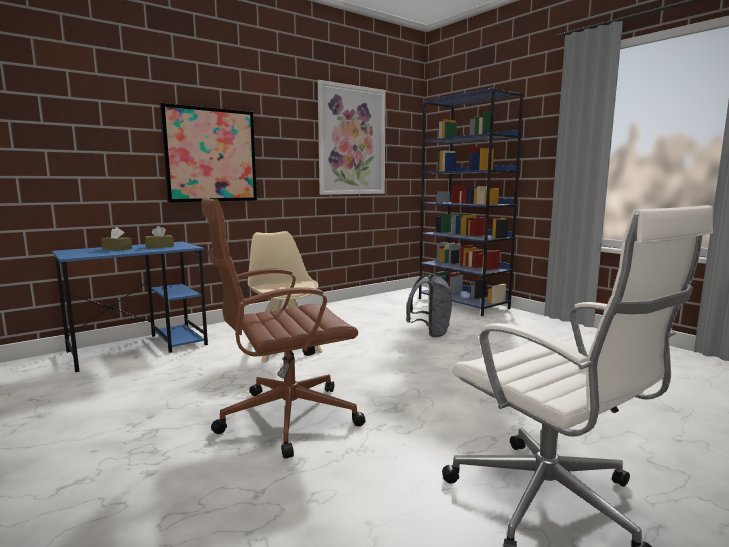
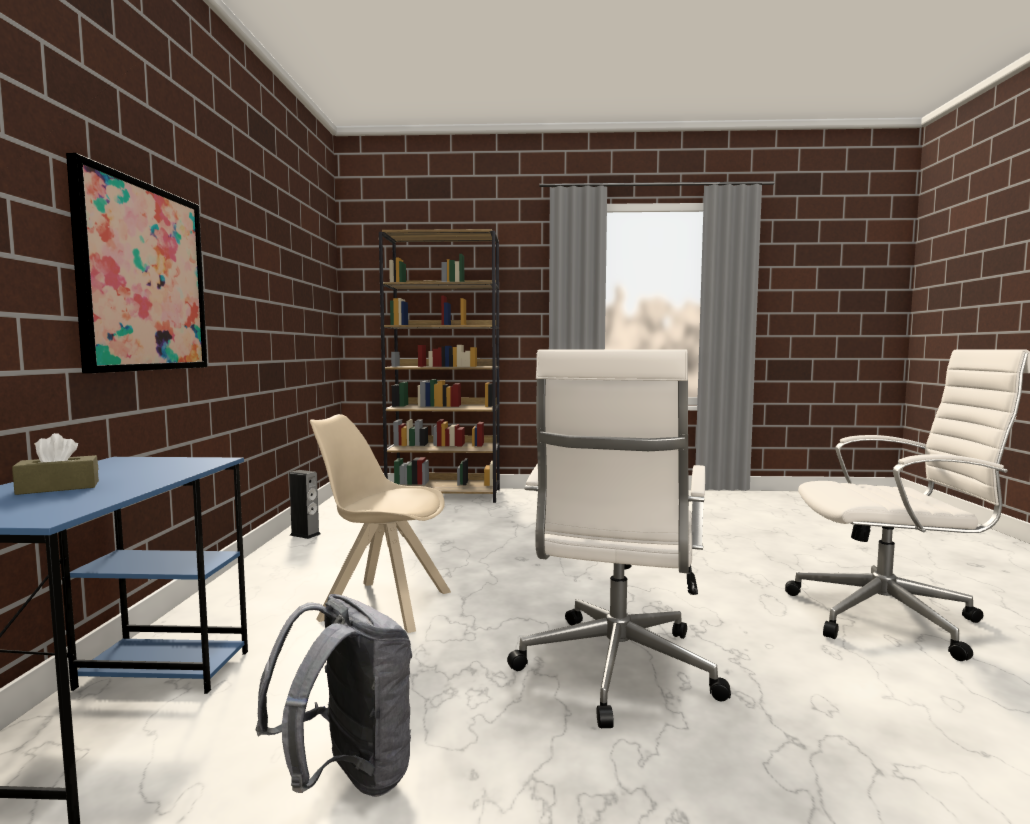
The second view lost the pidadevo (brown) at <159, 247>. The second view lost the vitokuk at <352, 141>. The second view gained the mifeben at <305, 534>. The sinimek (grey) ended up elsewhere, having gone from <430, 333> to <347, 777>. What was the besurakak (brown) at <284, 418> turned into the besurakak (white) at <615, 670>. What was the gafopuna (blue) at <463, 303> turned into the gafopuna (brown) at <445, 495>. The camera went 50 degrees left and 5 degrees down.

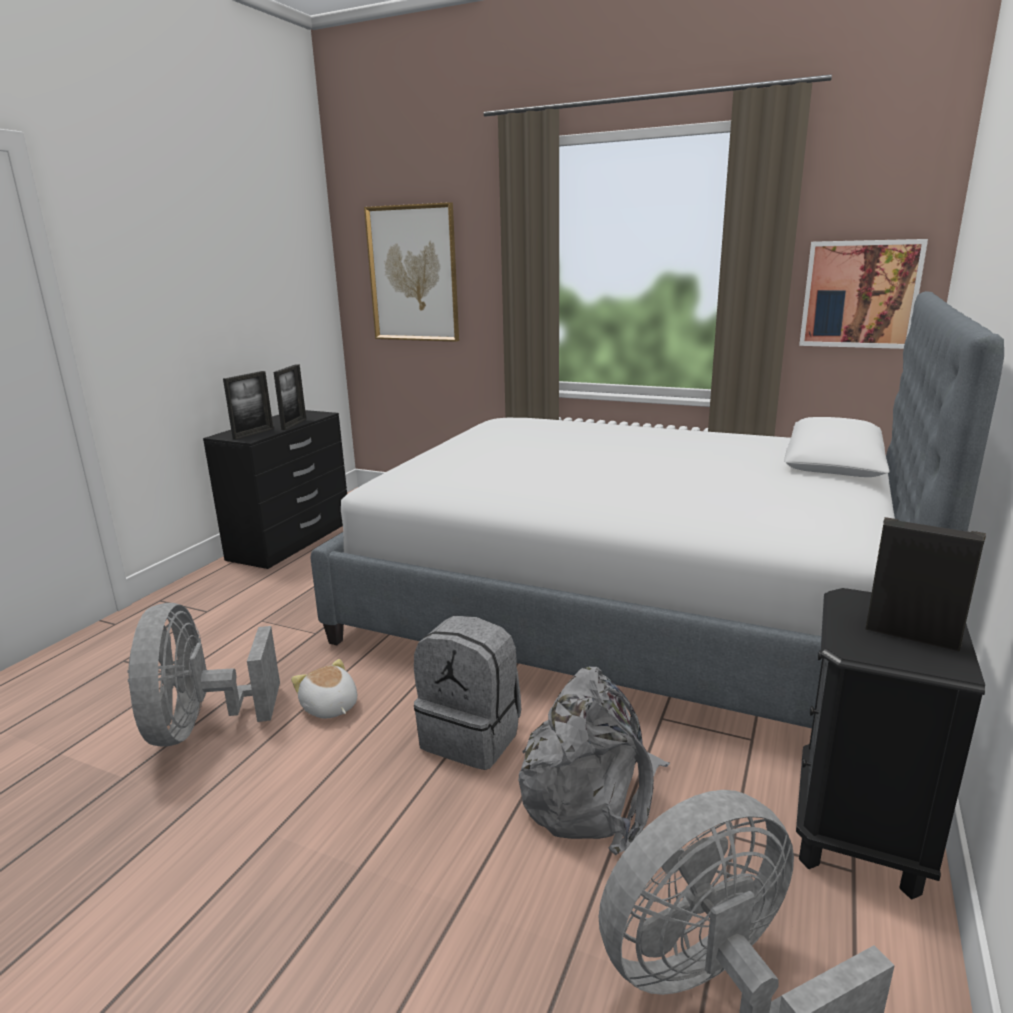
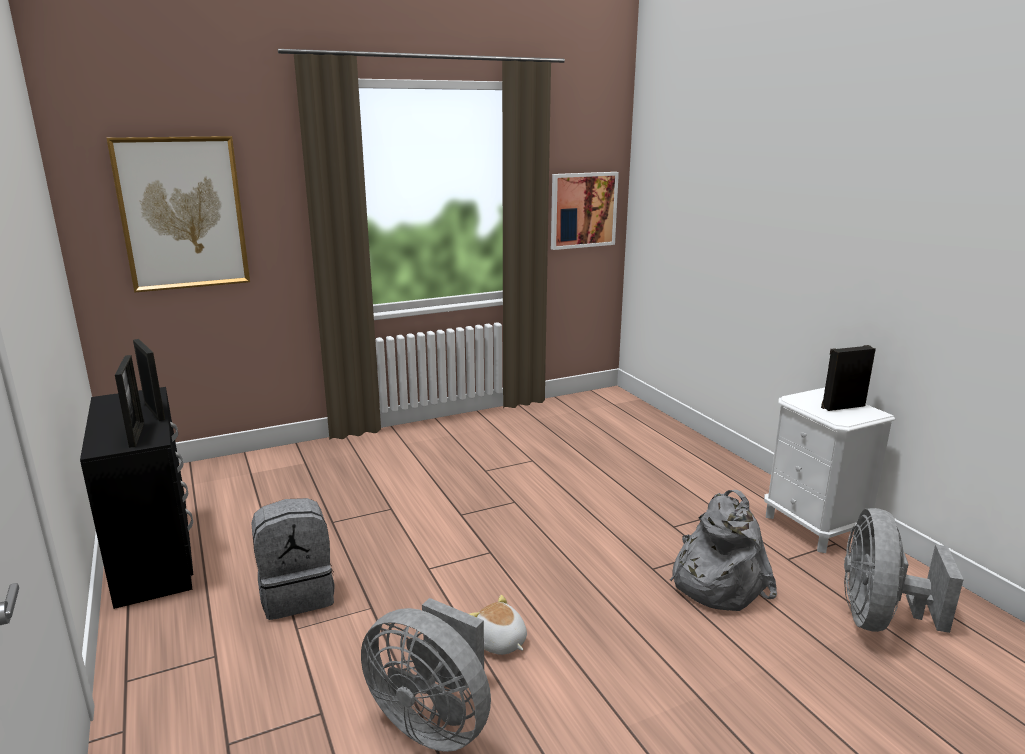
The second view lost the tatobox at <626, 607>. The sinimek (grey) ended up elsewhere, having gone from <472, 736> to <297, 594>. What was the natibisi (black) at <860, 832> turned into the natibisi (white) at <813, 527>. The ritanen at <329, 707> ended up facing another way, 45 degrees clockwise from before. The camera went 50 degrees left and 0 degrees up.

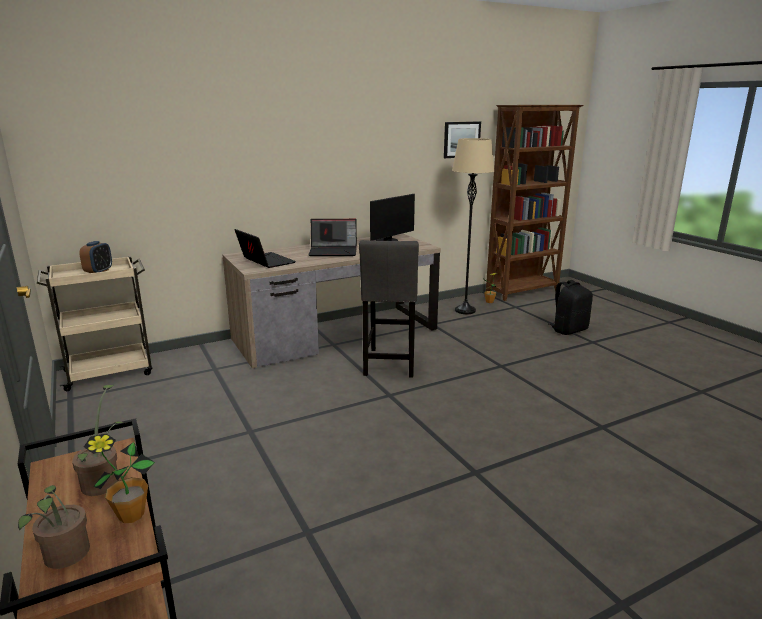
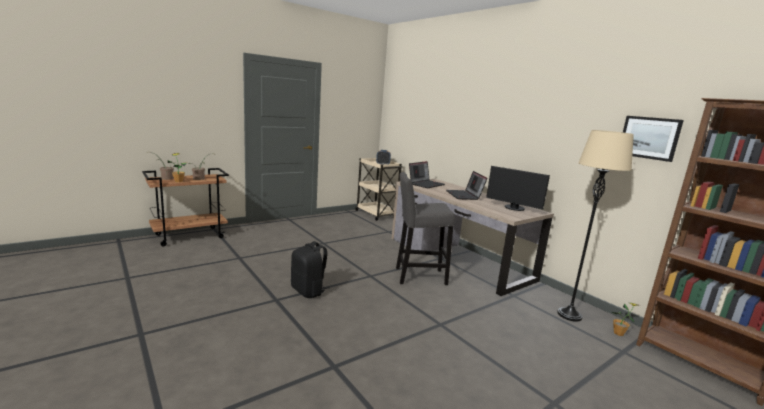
The sinimek (black) ended up elsewhere, having gone from <568, 330> to <308, 291>. The camera went 80 degrees right and 5 degrees down.

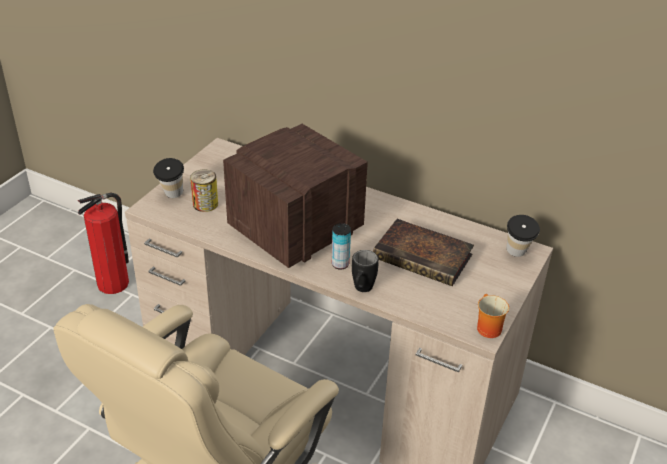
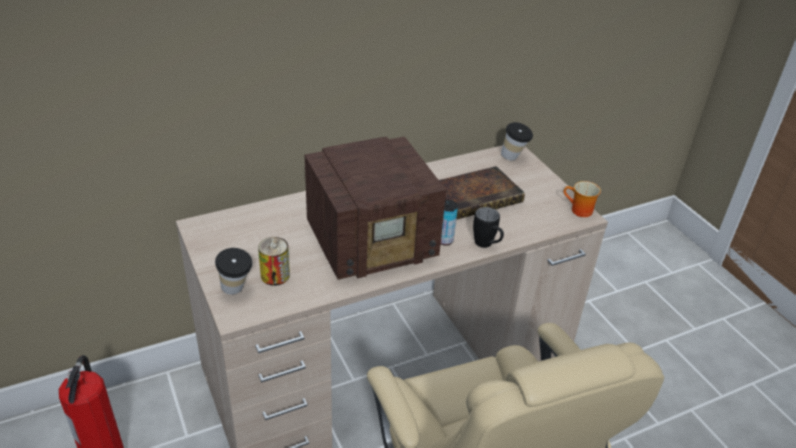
The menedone at <293, 230> ended up facing another way, 105 degrees counterclockwise from before. The camera went 55 degrees left and 0 degrees up.

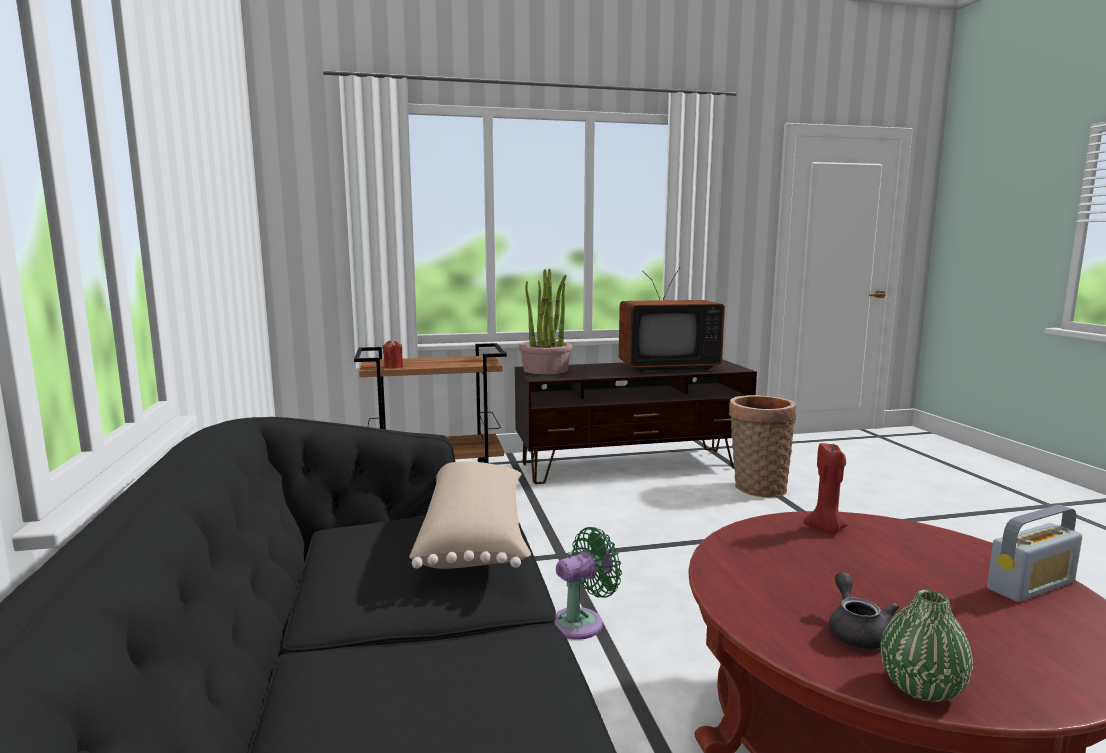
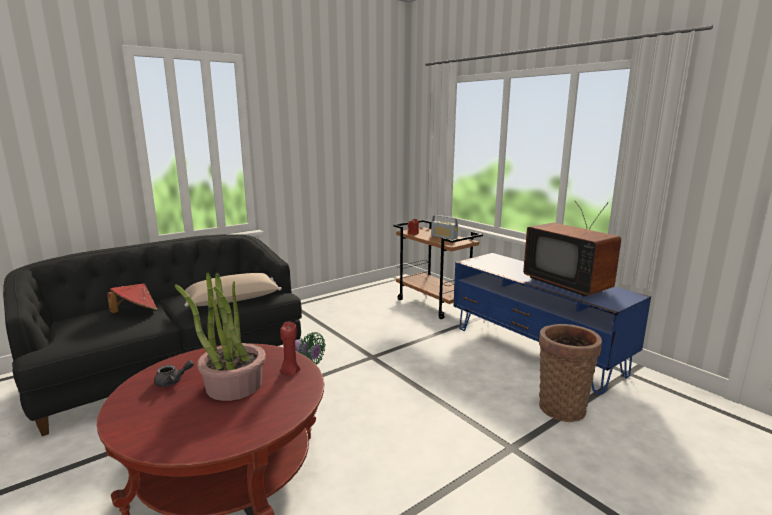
The second view lost the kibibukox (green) at <921, 688>. The second view gained the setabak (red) at <136, 313>. The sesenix ended up elsewhere, having gone from <545, 370> to <233, 385>. The menedone ended up elsewhere, having gone from <1031, 585> to <444, 237>. What was the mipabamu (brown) at <632, 465> turned into the mipabamu (blue) at <535, 350>. The camera went 65 degrees right and 5 degrees up.

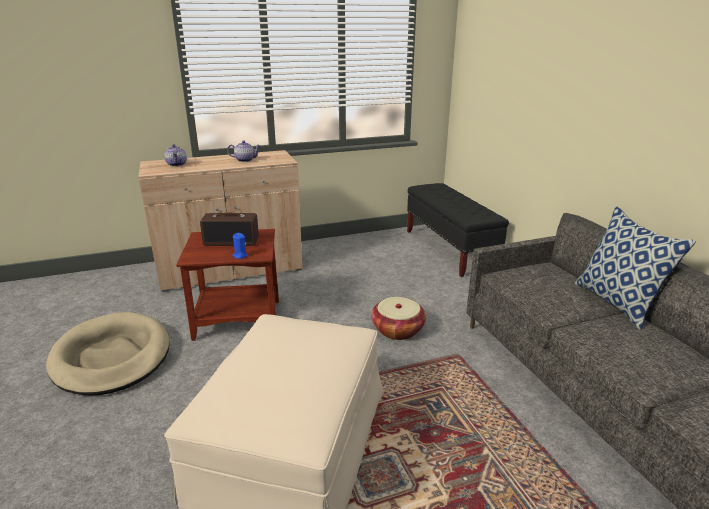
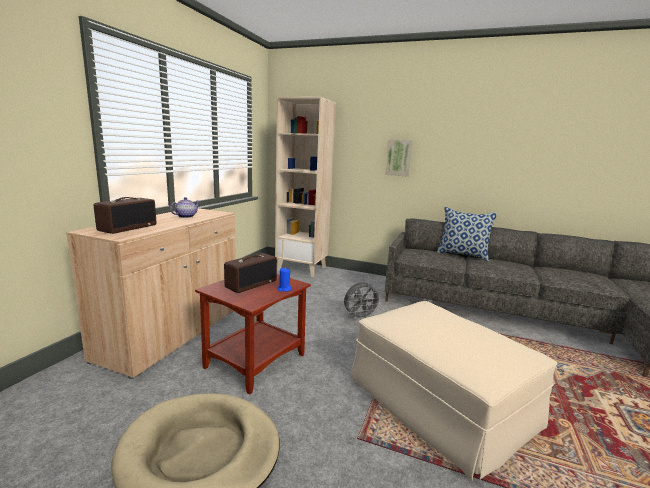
The second view gained the vitokuk at <398, 157>. Where the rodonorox stood at <177, 164>, the menedone came to stand at <128, 227>. Where the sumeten stood at <397, 330>, the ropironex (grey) came to stand at <360, 317>. Where the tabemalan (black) stood at <449, 250>, the gafopuna (beige) came to stand at <302, 269>. The camera went 50 degrees left and 10 degrees down.

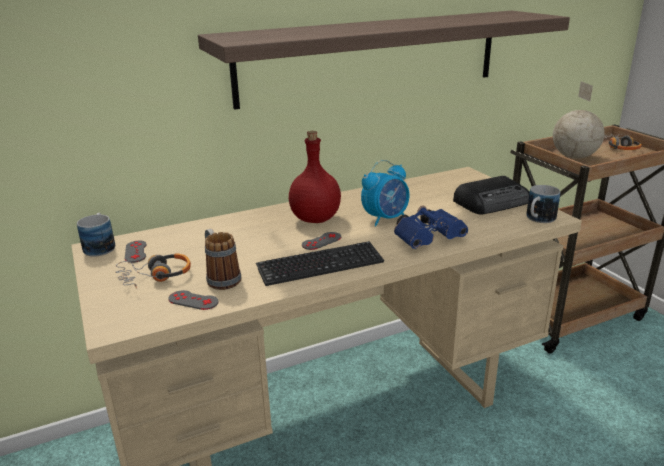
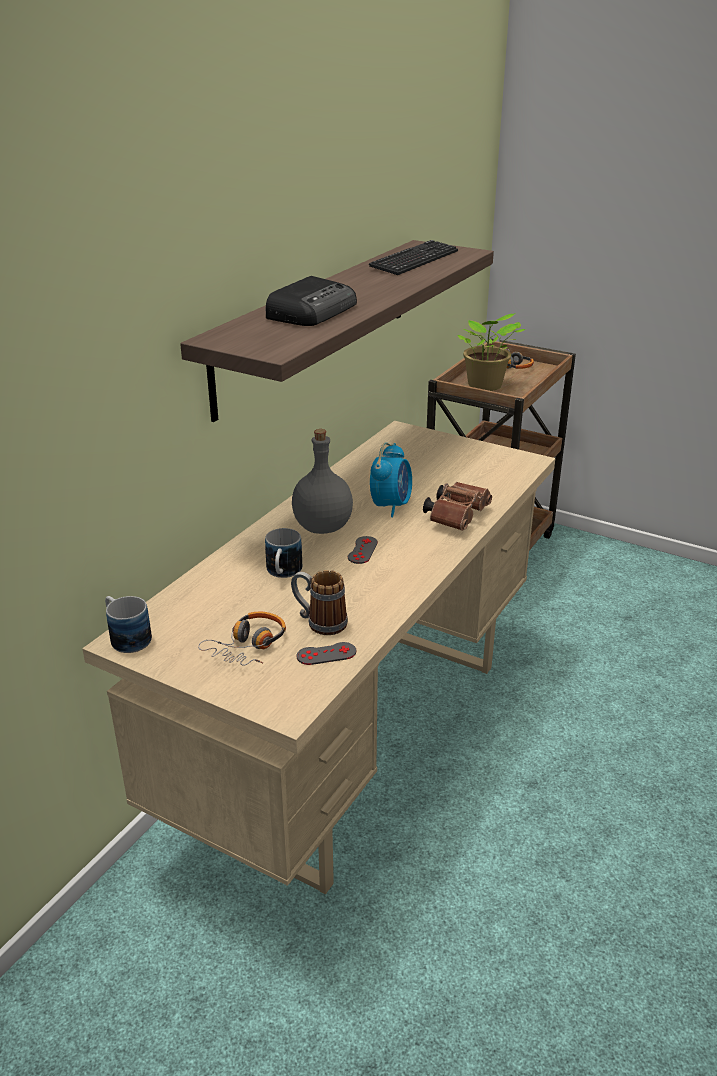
The second view lost the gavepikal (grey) at <135, 252>. The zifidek ended up elsewhere, having gone from <320, 265> to <414, 260>. The menedone ended up elsewhere, having gone from <493, 202> to <313, 311>. The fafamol ended up elsewhere, having gone from <538, 219> to <282, 573>. Where the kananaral stood at <574, 157>, the sesenix came to stand at <485, 386>. What was the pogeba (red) at <314, 218> turned into the pogeba (grey) at <321, 527>. What was the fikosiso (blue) at <429, 239> turned into the fikosiso (brown) at <457, 516>. The camera went 35 degrees left and 5 degrees up.

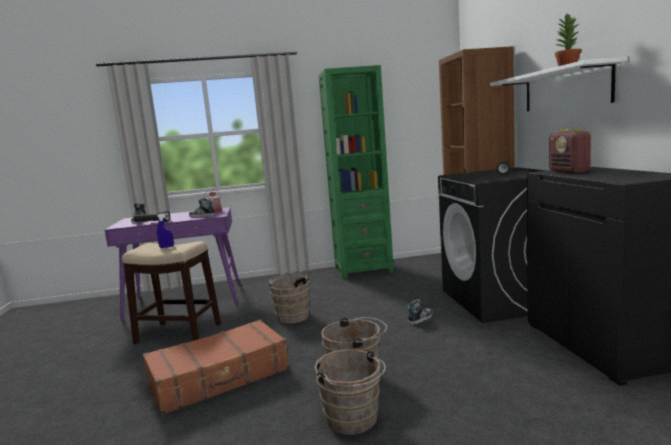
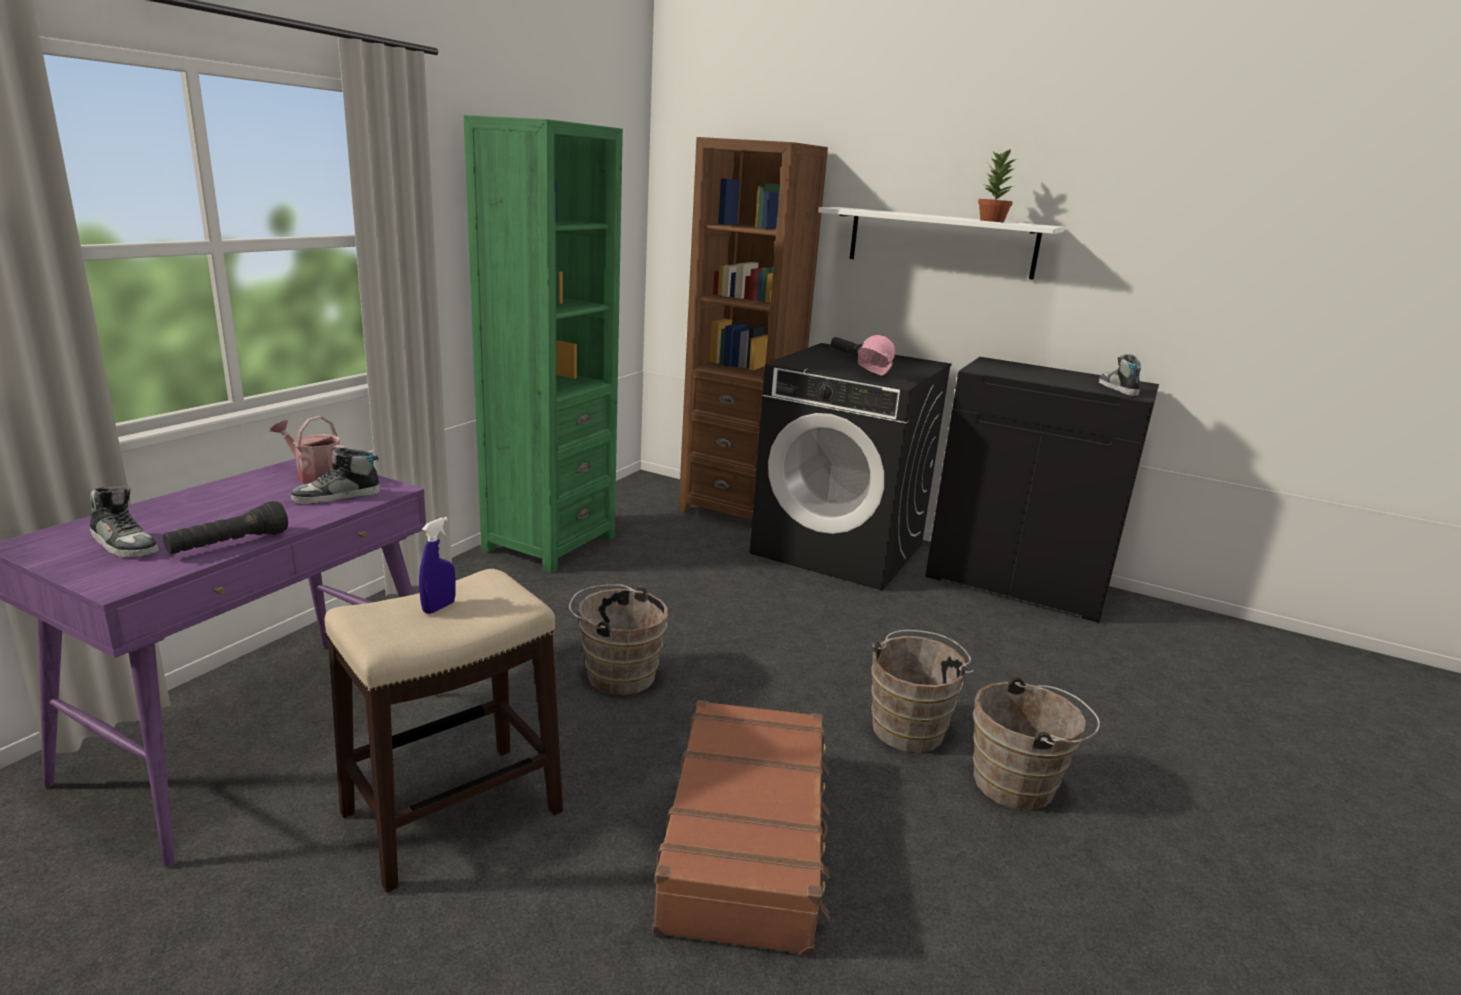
The second view lost the menedone at <569, 172>. The second view gained the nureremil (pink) at <871, 377>. The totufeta ended up elsewhere, having gone from <420, 318> to <1118, 389>. The camera went 55 degrees left and 10 degrees up.

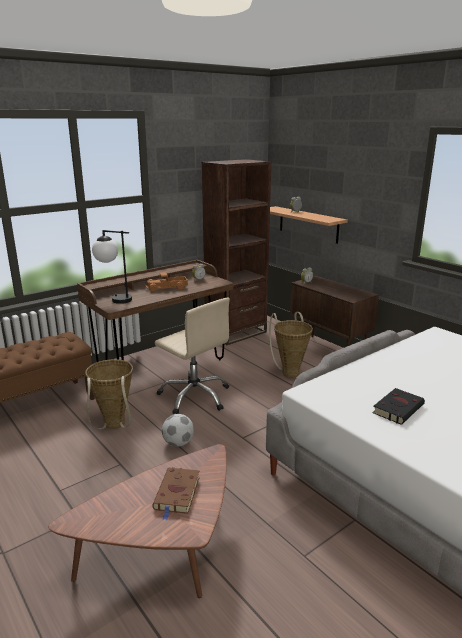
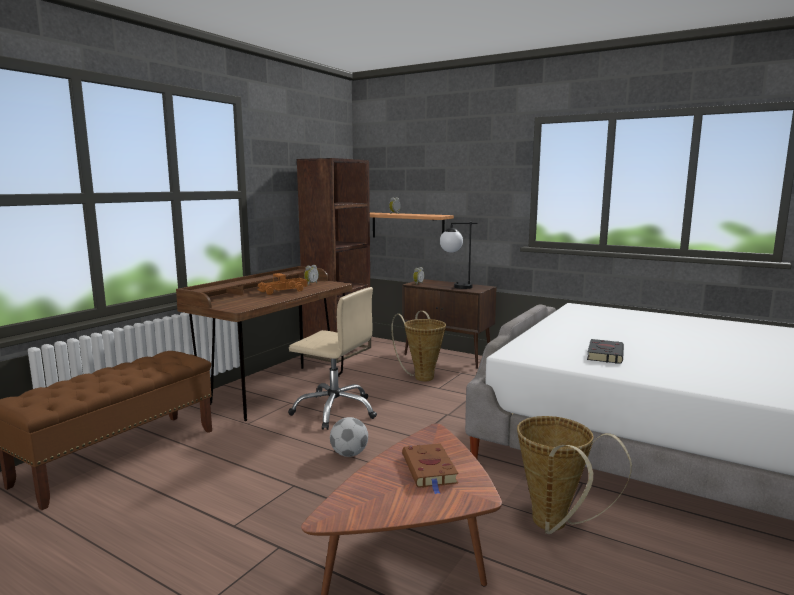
The sumeten ended up elsewhere, having gone from <114, 427> to <555, 526>. The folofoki ended up elsewhere, having gone from <114, 299> to <455, 287>. The camera went 20 degrees left and 10 degrees down.

